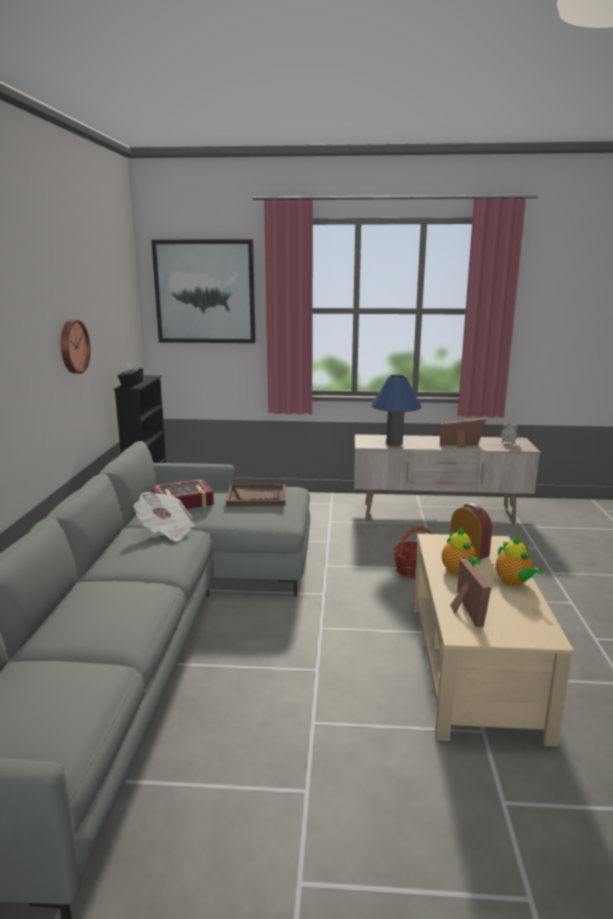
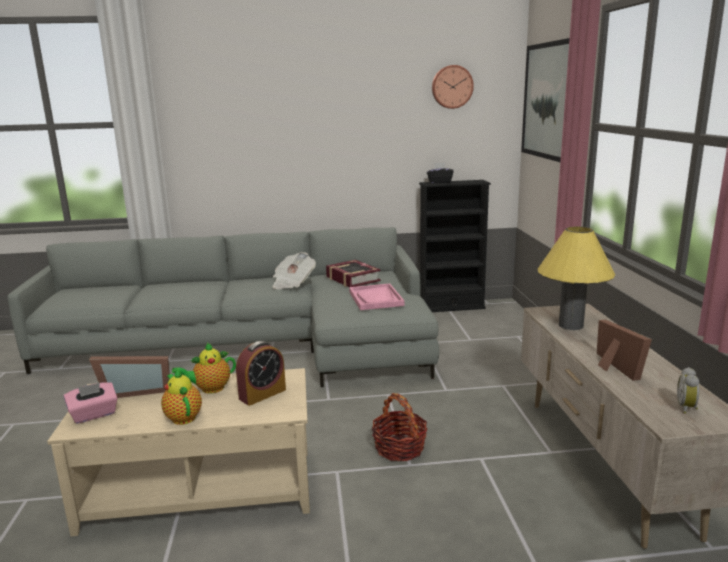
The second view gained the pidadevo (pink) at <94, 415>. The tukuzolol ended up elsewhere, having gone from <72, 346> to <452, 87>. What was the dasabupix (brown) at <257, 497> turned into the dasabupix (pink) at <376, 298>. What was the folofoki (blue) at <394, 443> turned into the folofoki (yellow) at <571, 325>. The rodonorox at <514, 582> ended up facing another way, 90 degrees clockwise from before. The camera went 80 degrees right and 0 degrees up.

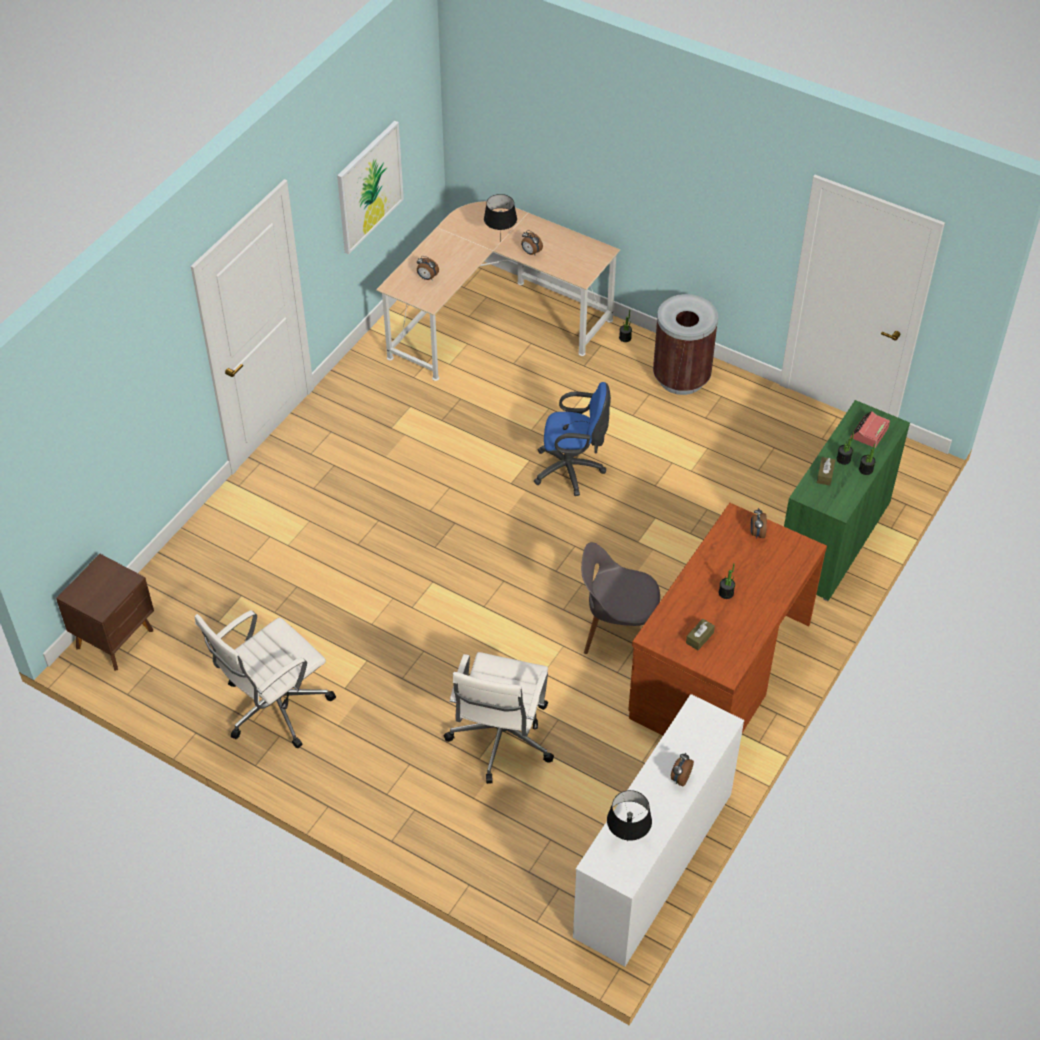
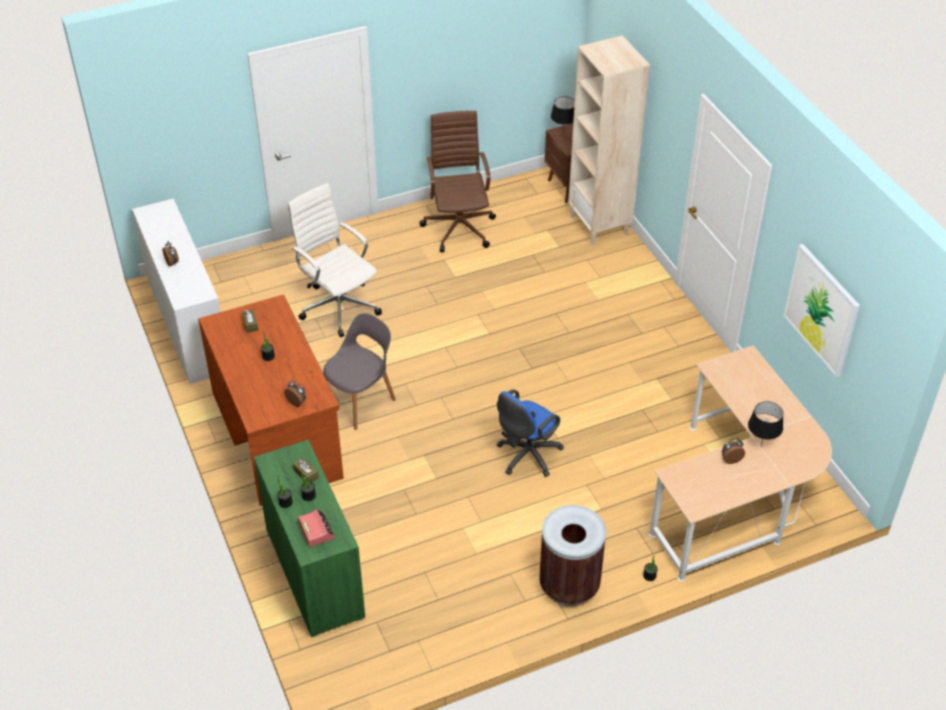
The second view lost the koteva at <427, 278>. The second view gained the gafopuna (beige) at <599, 225>. The folofoki (black) ended up elsewhere, having gone from <627, 840> to <563, 136>. What was the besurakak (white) at <273, 707> turned into the besurakak (brown) at <459, 227>. The camera went 125 degrees right and 5 degrees down.

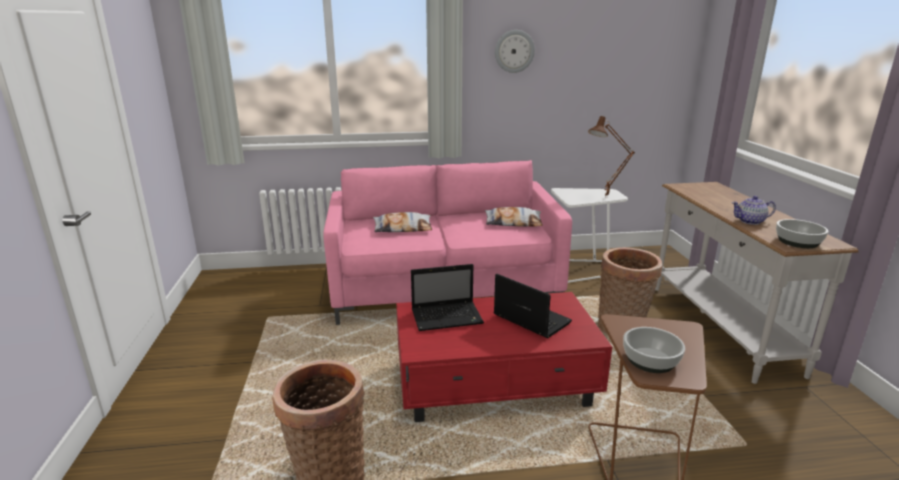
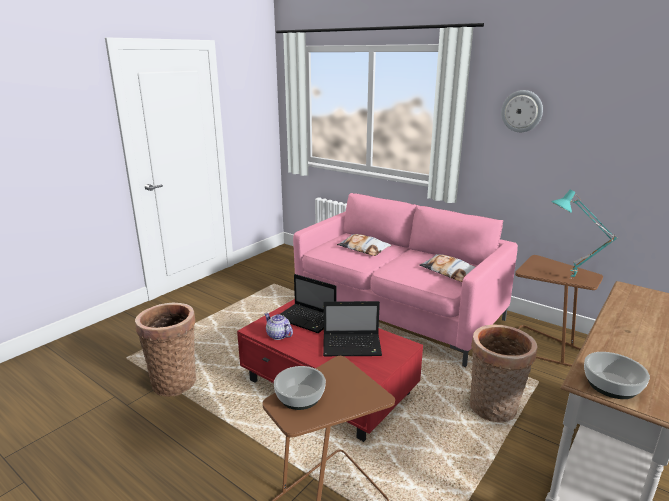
The rodonorox ended up elsewhere, having gone from <750, 221> to <278, 335>. What was the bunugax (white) at <581, 270> turned into the bunugax (brown) at <543, 347>. What was the folofoki (brown) at <607, 197> turned into the folofoki (turquoise) at <571, 279>. The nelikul at <530, 319> ended up facing another way, 90 degrees clockwise from before. The camera went 45 degrees right and 0 degrees up.

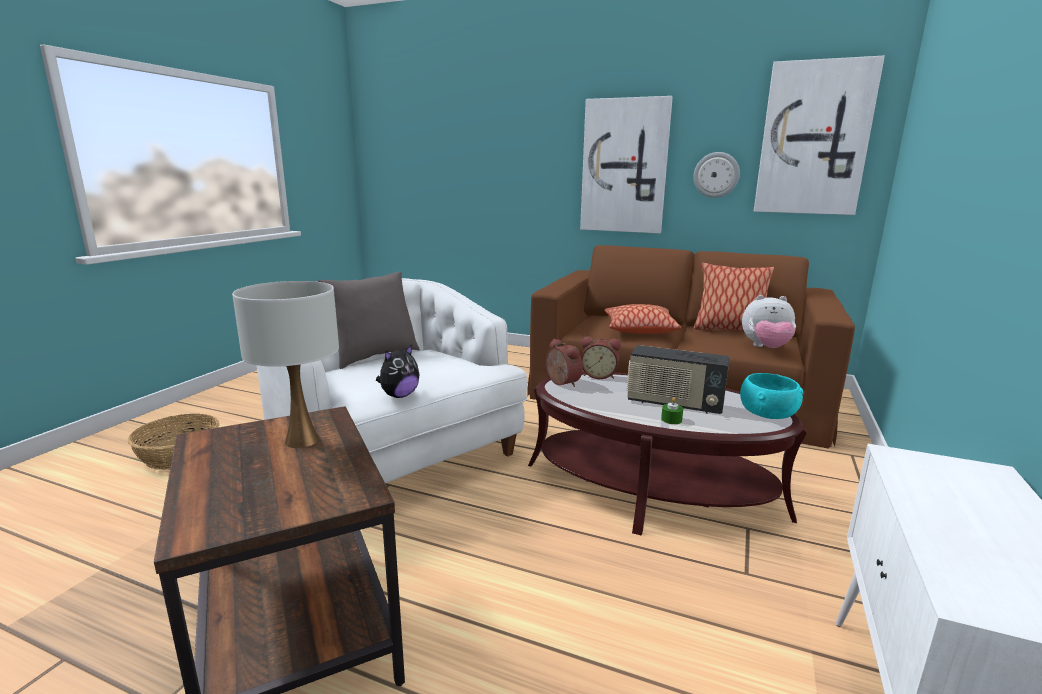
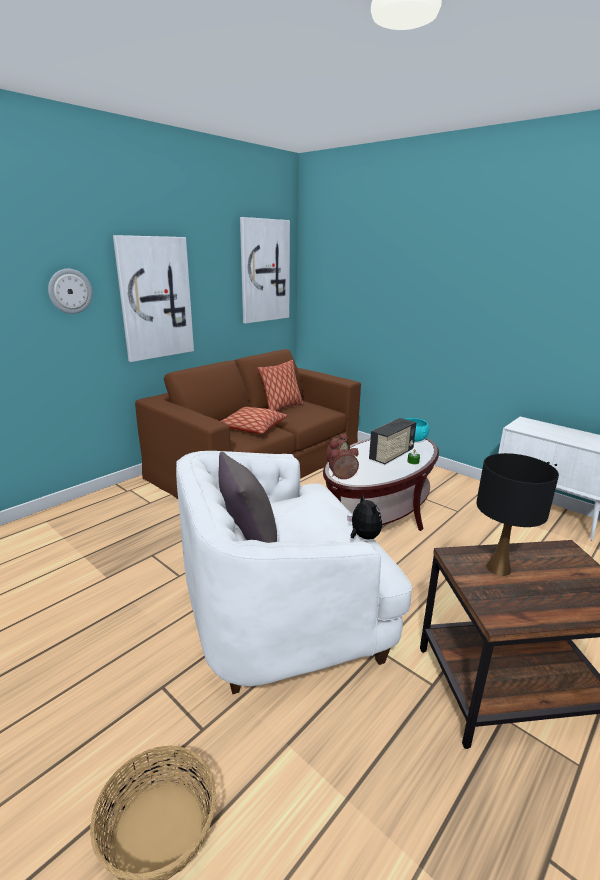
The second view lost the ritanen at <766, 348>. The tukuzolol ended up elsewhere, having gone from <716, 175> to <70, 291>. What was the folofoki (white) at <302, 440> turned into the folofoki (black) at <498, 568>. The camera went 70 degrees left and 5 degrees up.

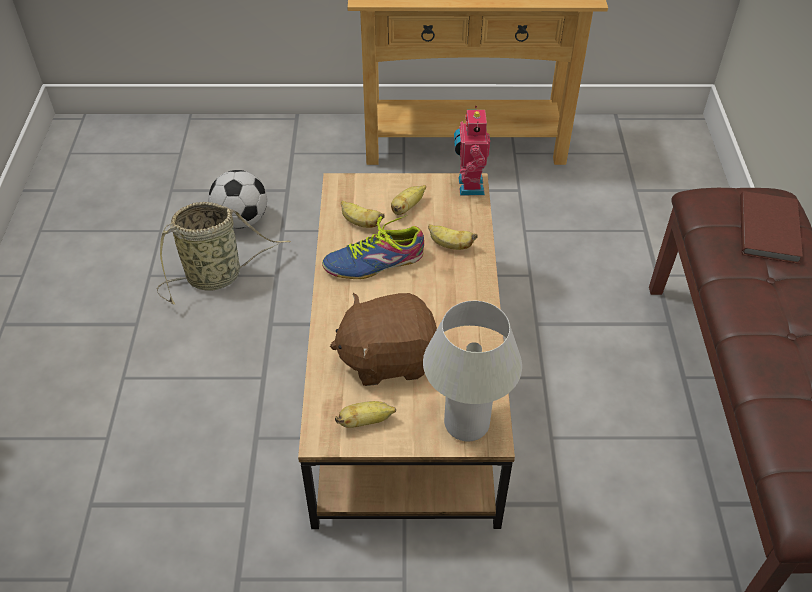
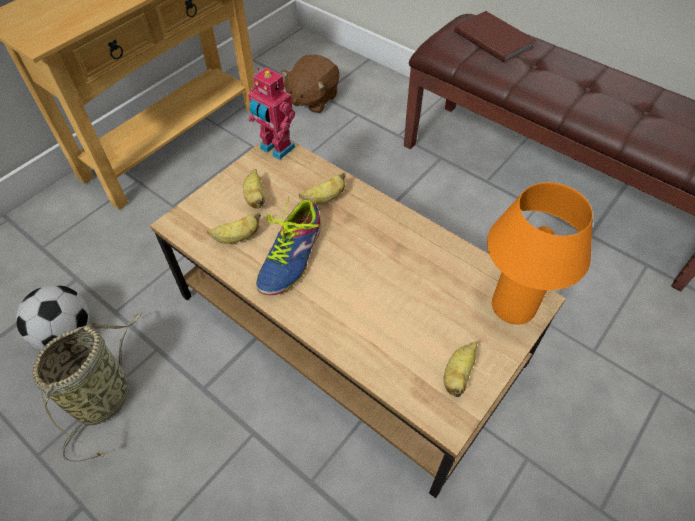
The ritanen (brown) ended up elsewhere, having gone from <388, 358> to <312, 99>. What was the folofoki (white) at <466, 423> turned into the folofoki (orange) at <513, 307>. The camera went 50 degrees left and 5 degrees up.

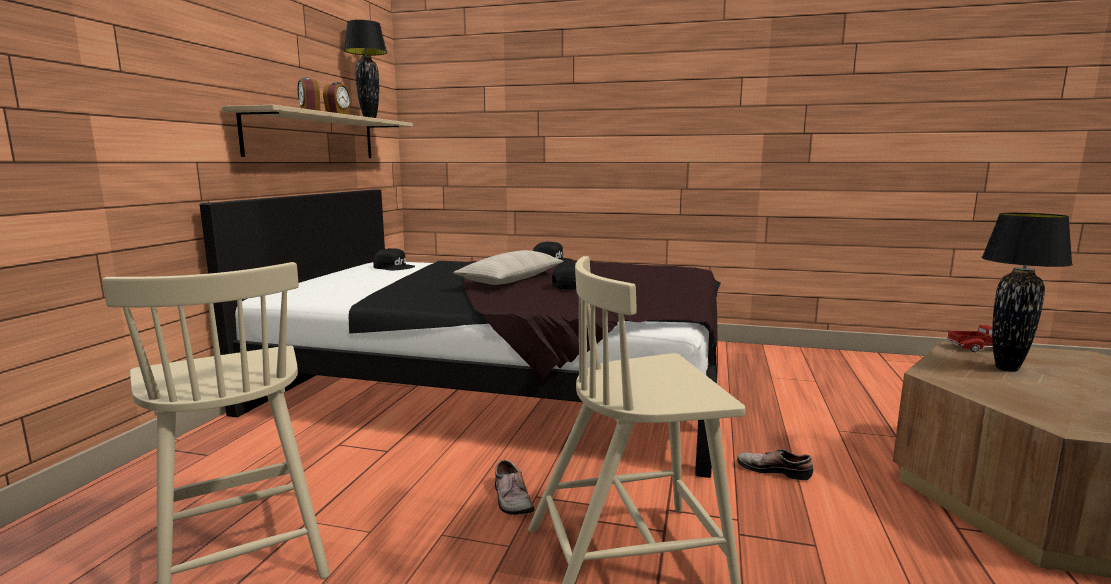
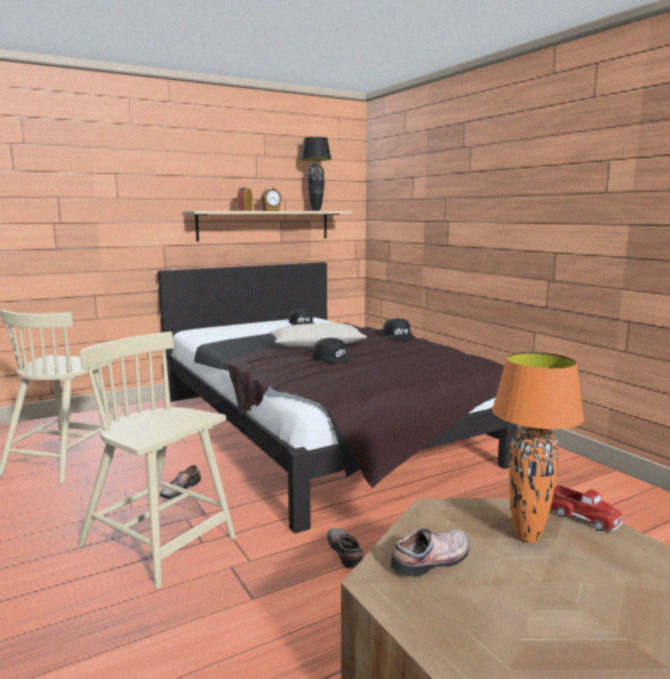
The second view gained the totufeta at <433, 561>. What was the folofoki (black) at <1006, 369> turned into the folofoki (orange) at <526, 537>. The camera went 45 degrees right and 0 degrees up.

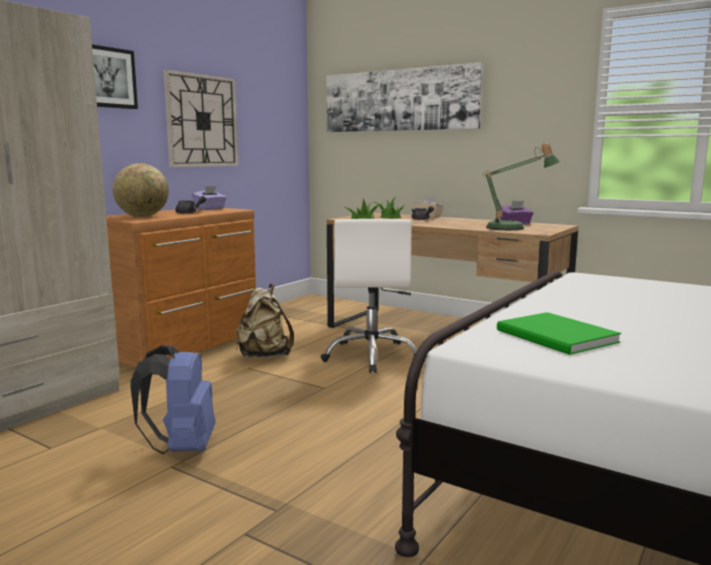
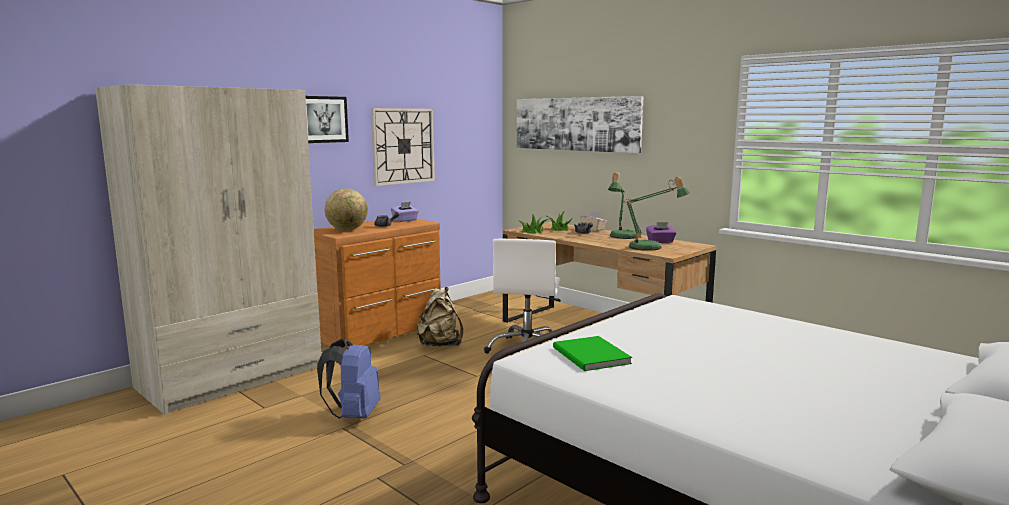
The second view gained the folofoki at <622, 237>. The camera went 10 degrees right and 0 degrees up.

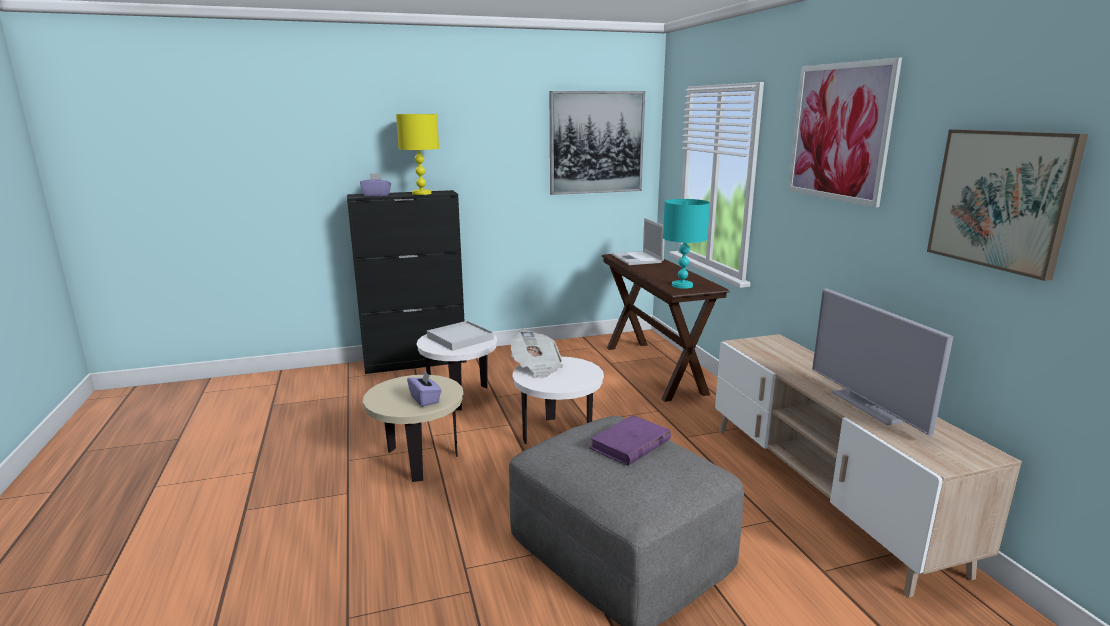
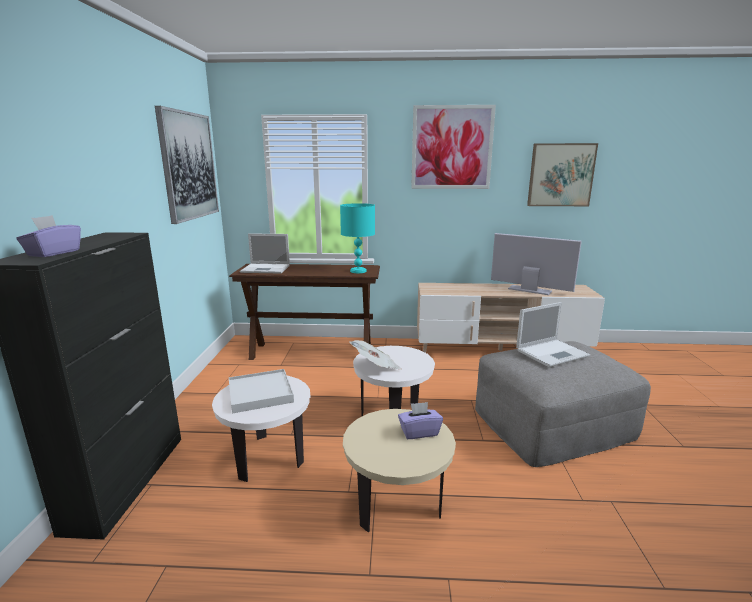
The second view lost the folofoki (yellow) at <422, 193>. Where the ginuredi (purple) stood at <630, 444>, the nelikul came to stand at <552, 353>. The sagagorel at <869, 406> ended up facing another way, 150 degrees counterclockwise from before. The camera went 70 degrees left and 0 degrees up.

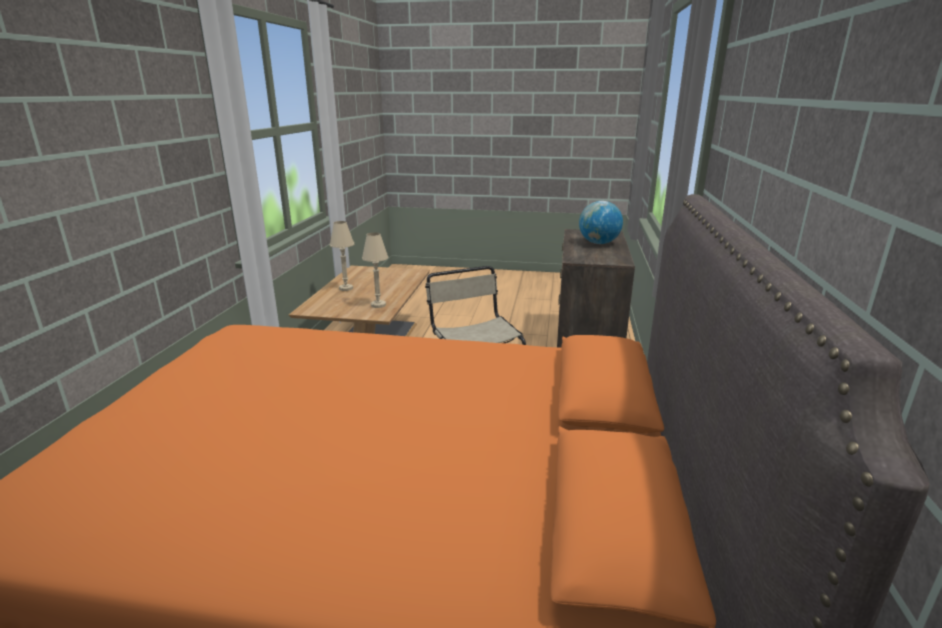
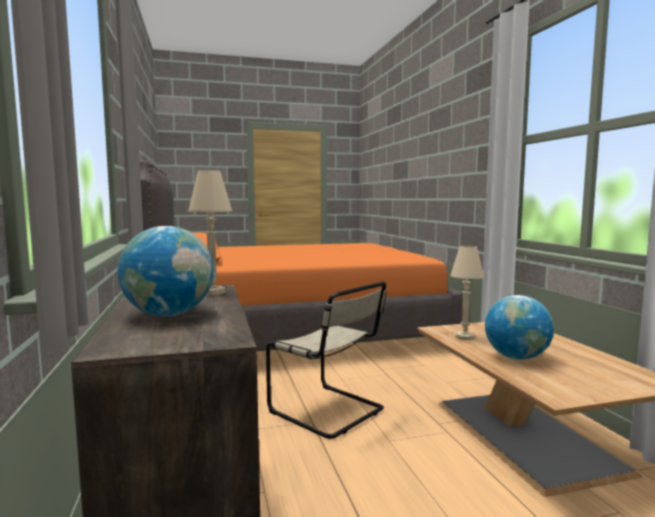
The second view gained the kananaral at <516, 357>. The folofoki (beige) ended up elsewhere, having gone from <346, 288> to <213, 292>. The camera went 155 degrees right and 15 degrees down.

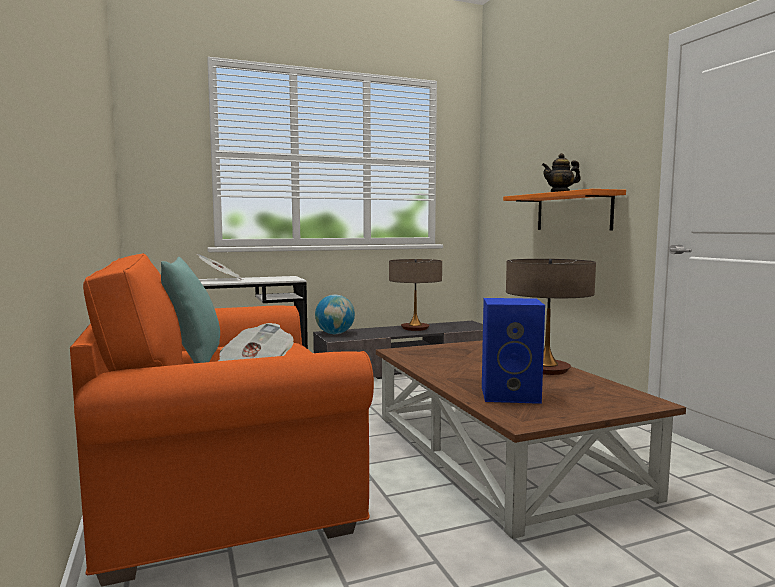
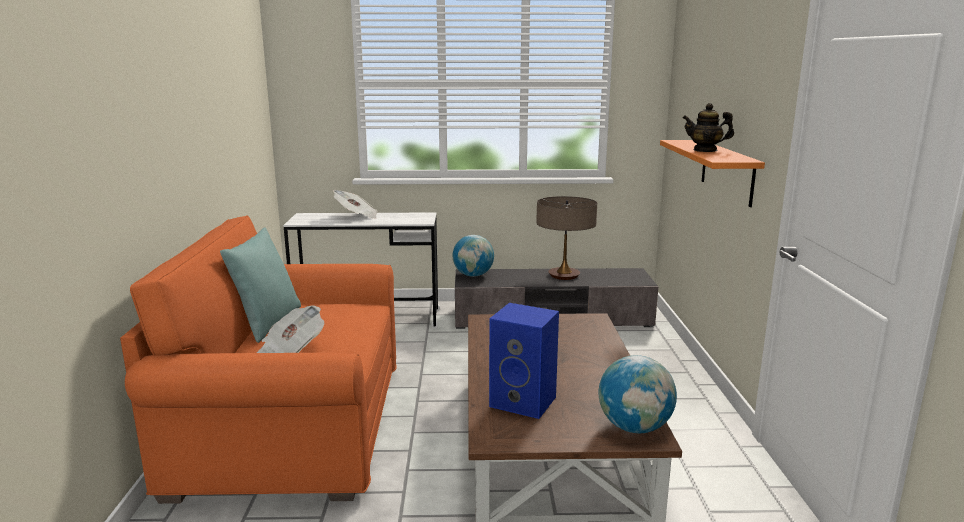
The second view lost the folofoki at <546, 369>. The second view gained the kananaral at <634, 427>. The camera went 20 degrees right and 10 degrees up.

